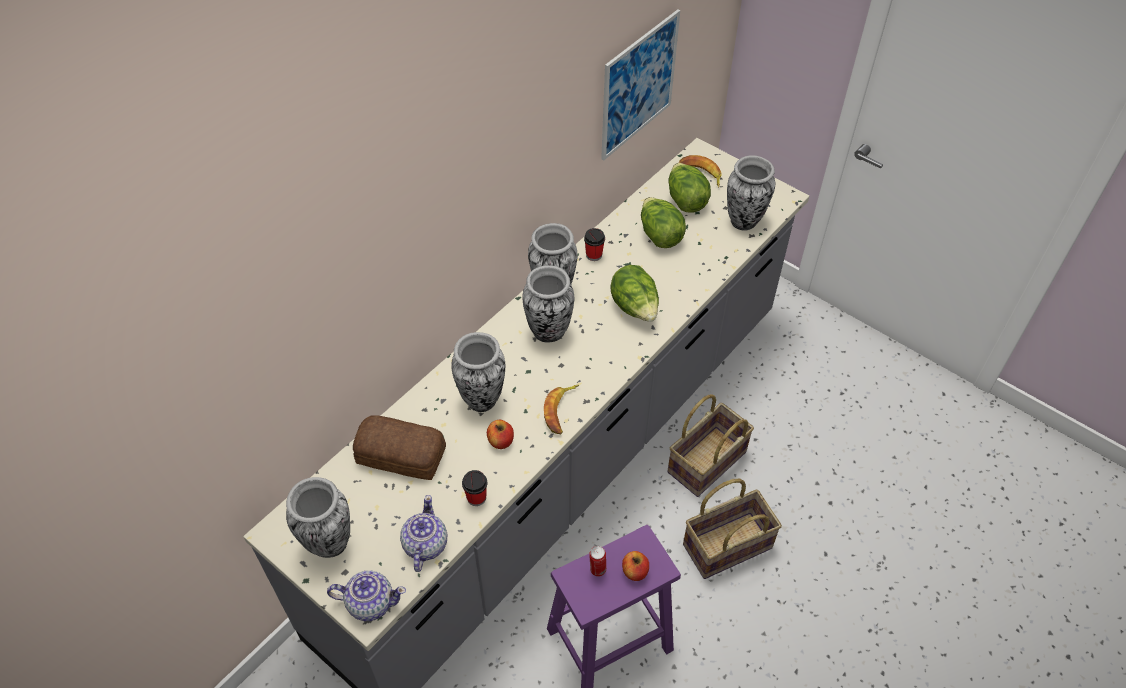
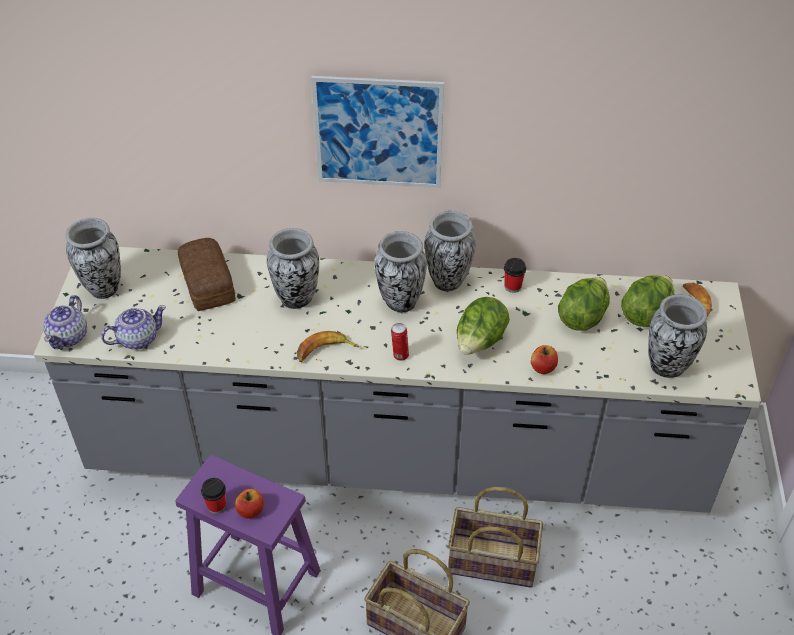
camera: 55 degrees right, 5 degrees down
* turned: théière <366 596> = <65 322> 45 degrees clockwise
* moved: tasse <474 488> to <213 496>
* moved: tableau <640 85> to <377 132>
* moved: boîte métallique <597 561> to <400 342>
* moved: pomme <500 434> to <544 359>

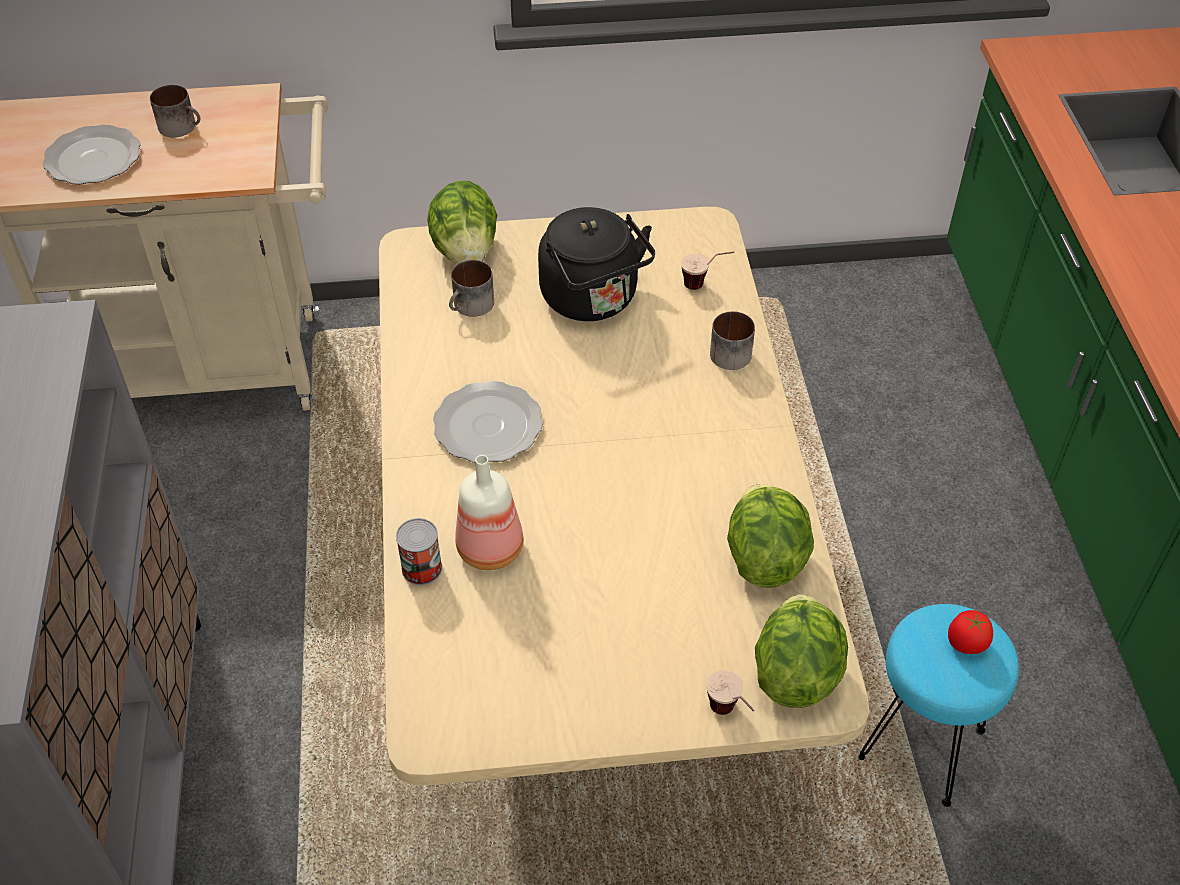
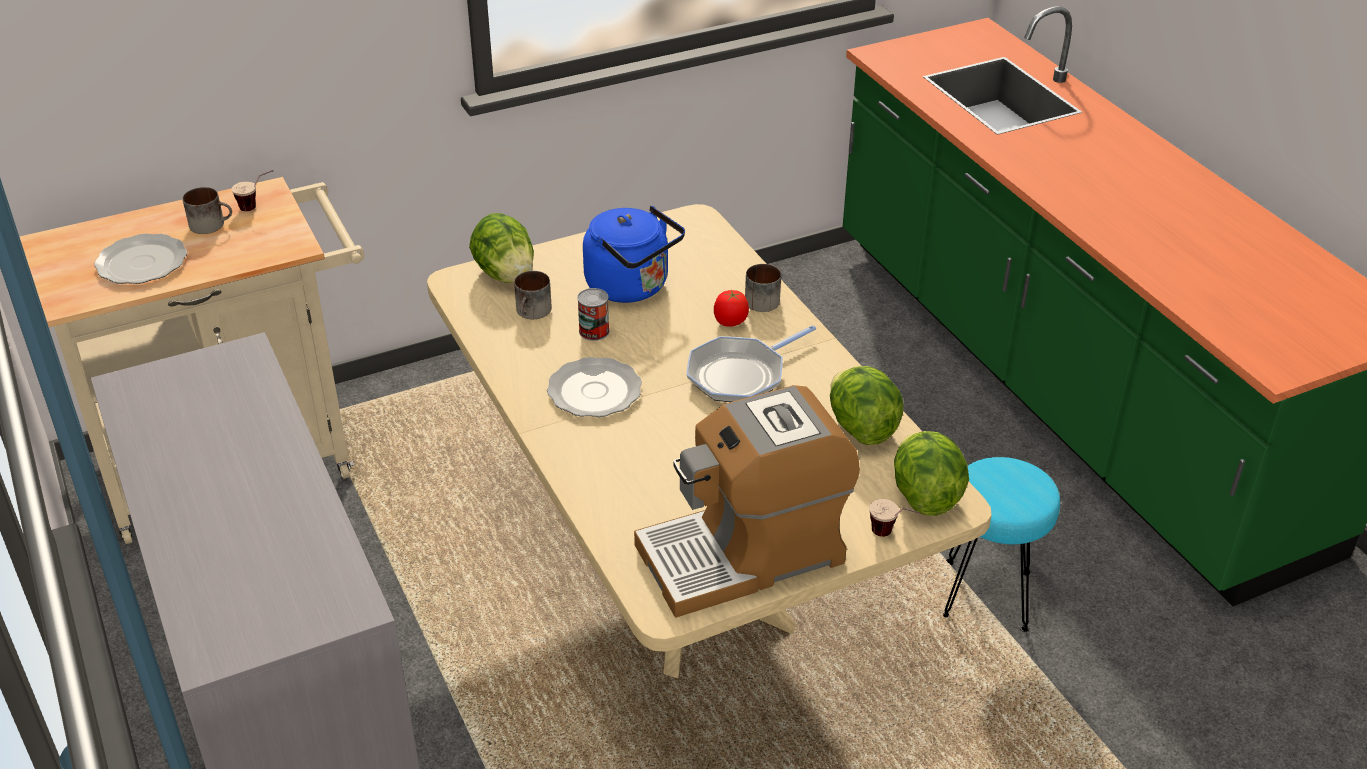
camera: 20 degrees left, 10 degrees down
* moved: tasse <707 270> to <252 190>
* moved: boîte métallique <419 551> to <593 314>
* recoloured: bouilloire/noir <596 264> to bouilloire/bleu <634 254>
* added: machine à café <747 501>
* added: poêle <751 363>
* moved: tomate <970 632> to <731 308>
* removed: bouteille <489 512>

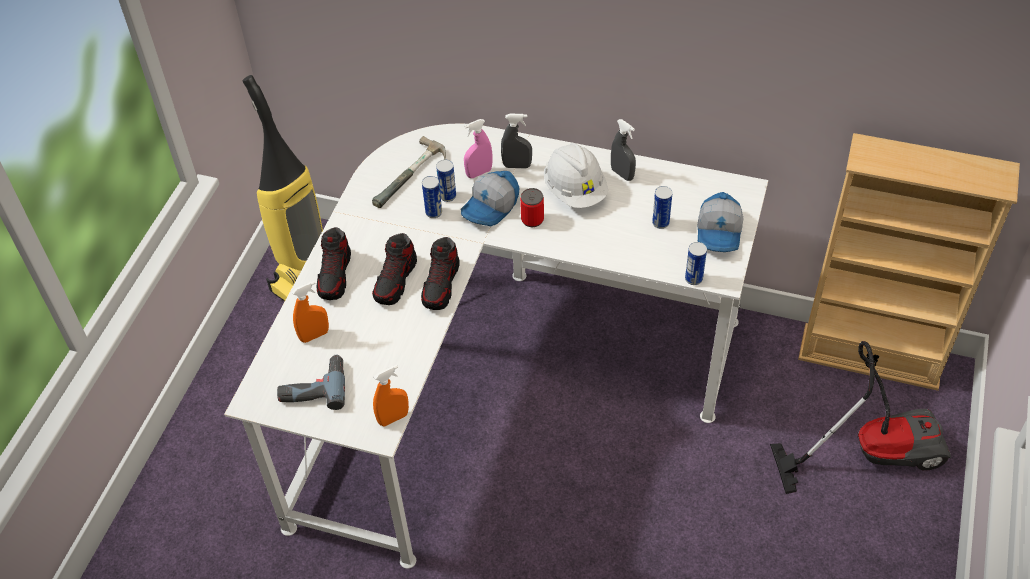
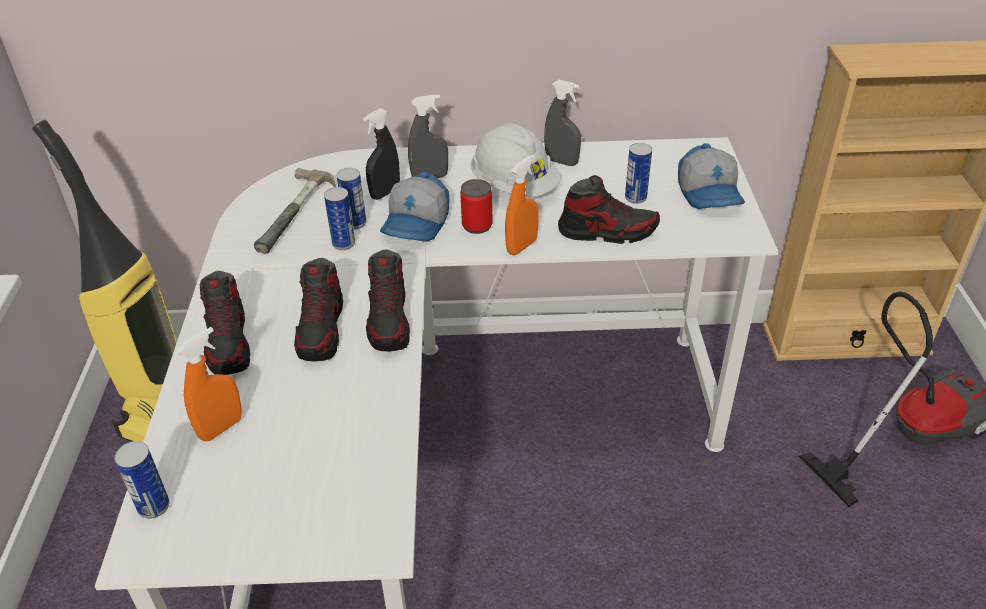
camera: 20 degrees left, 10 degrees down
* moved: boîte métallique <696 263> to <141 480>
* recoloured: vaporisateur/rose <478 148> to vaporisateur/noir <381 154>
* moved: vaporisateur/orange <391 395> to <522 204>
* added: chaussure <609 209>
* removed: perceuse <311 382>

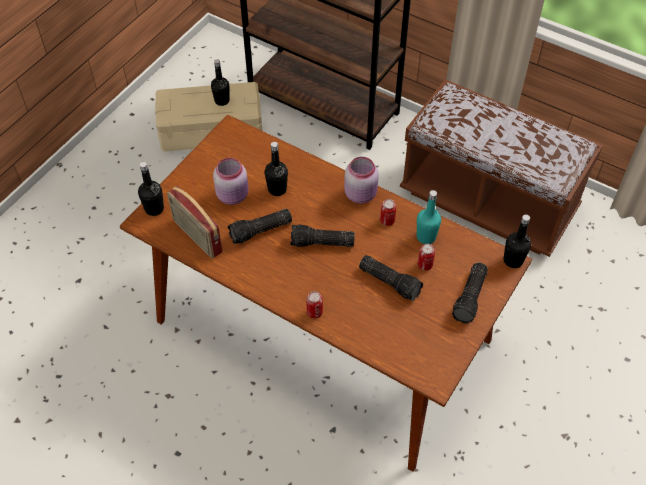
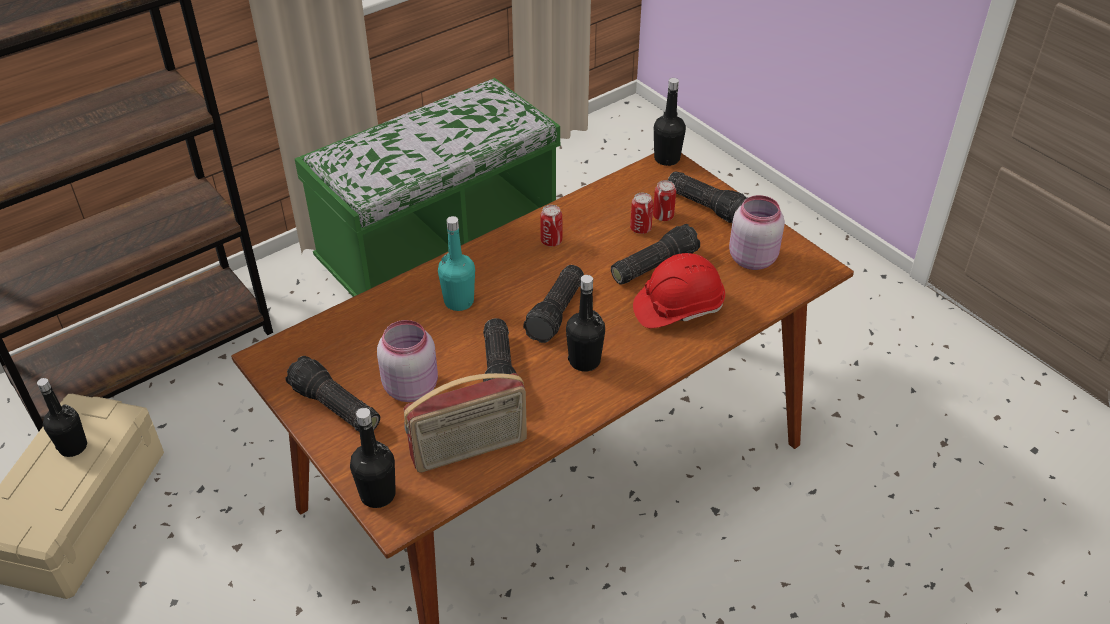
camera: 70 degrees left, 10 degrees down
* added: lampe de poche <332 394>
* recoloured: banc/marron <501 168> to banc/vert <427 187>
* moved: bouteille/turquoise <429 217> to <456 263>
* moved: bouteille/noir <276 169> to <585 323>
* added: casque de chantier/rouge <679 290>
* moved: boîte métallique <315 305> to <664 200>
* moved: bocal/rose <361 180> to <757 232>

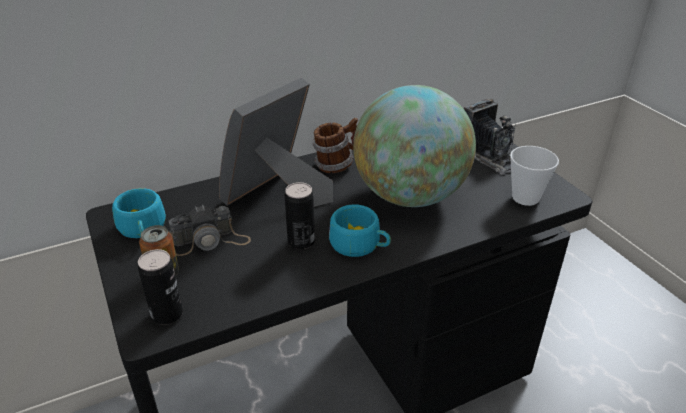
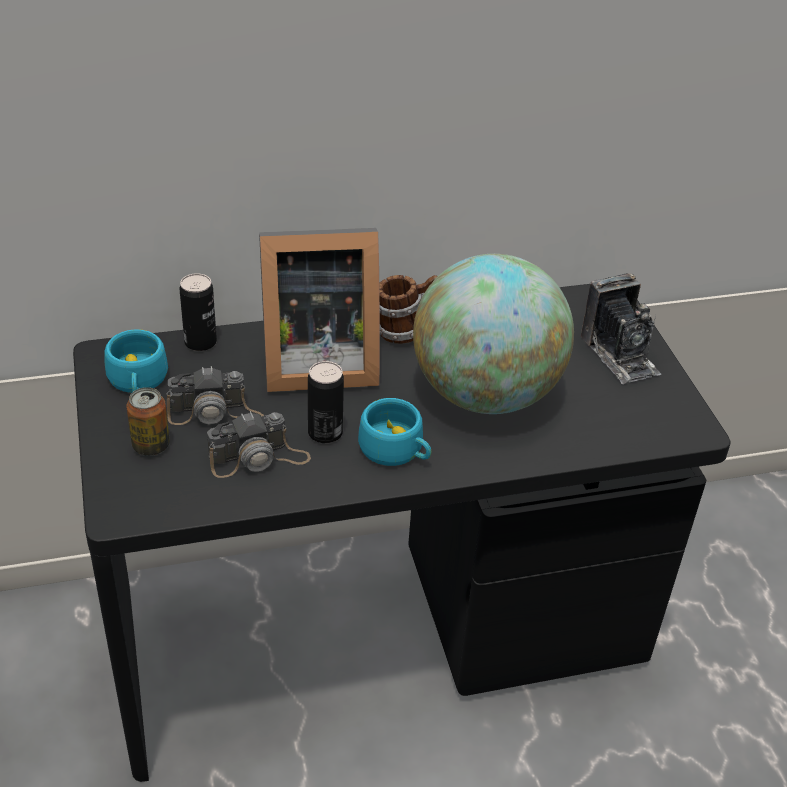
camera: 10 degrees right, 5 degrees up
* moved: boîte métallique <160 287> to <198 312>
* added: appareil photo <259 444>
* turned: cadre photo <276 142> = <319 310> 150 degrees counterclockwise
* removed: tasse <534 176>

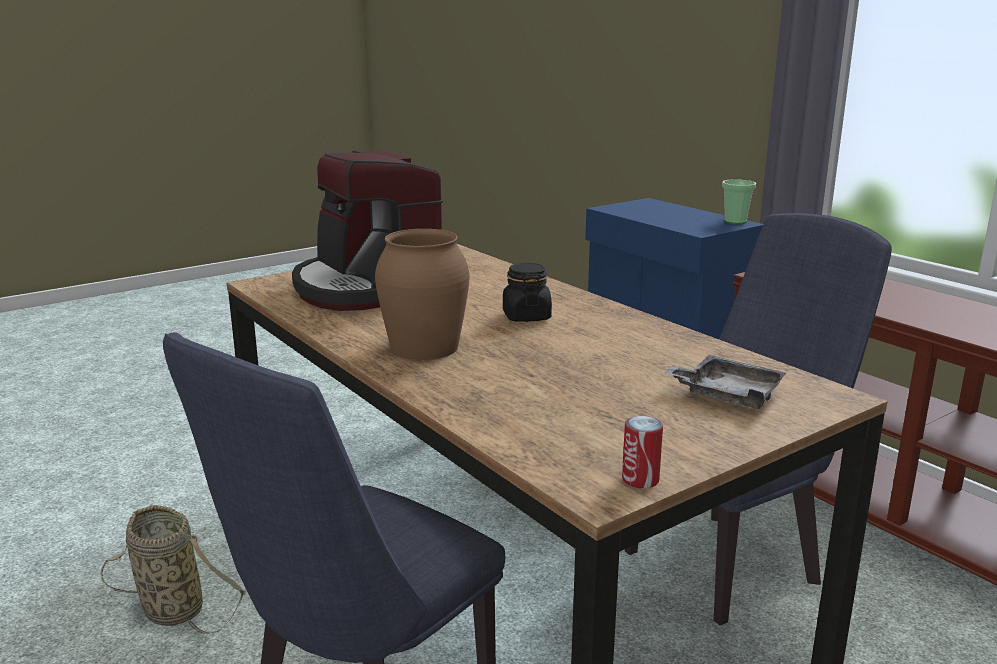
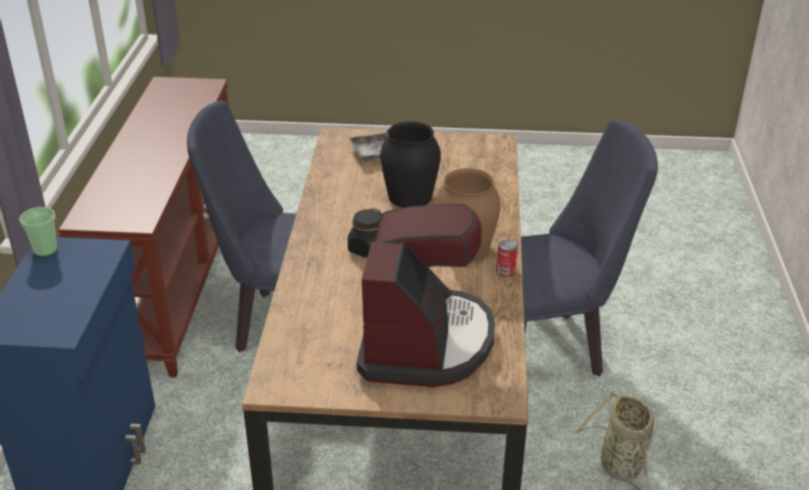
camera: 140 degrees left, 15 degrees up
* added: vase/noir <410 164>
* moved: boîte métallique <642 452> to <507 258>

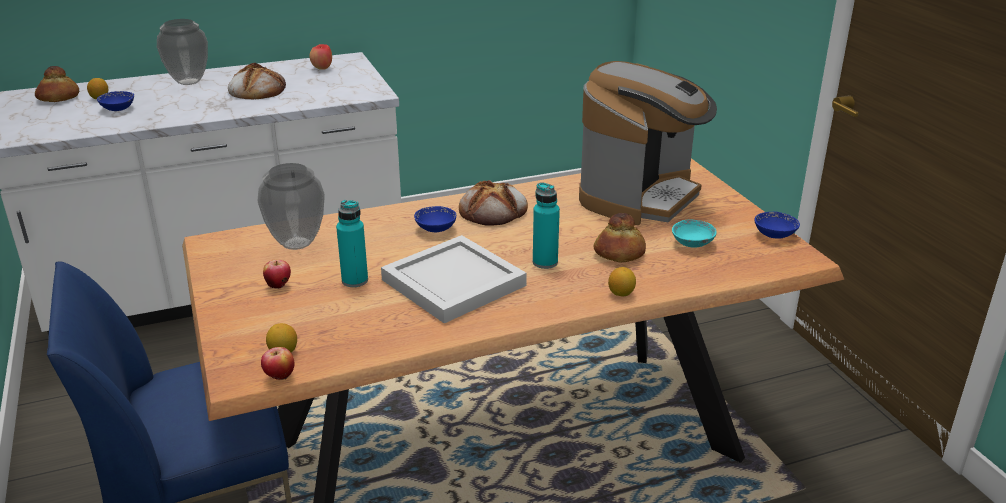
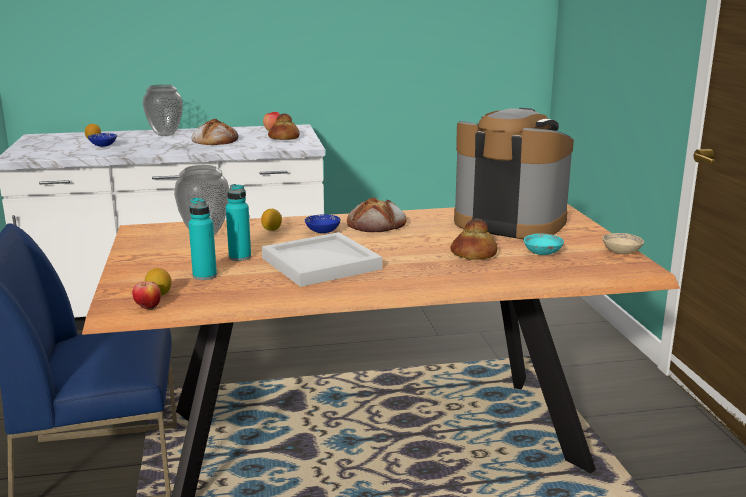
camera: 10 degrees right, 10 degrees down
* moved: bouteille/turquoise <546 225> to <203 238>
* moved: citron <622 281> to <271 220>
* moved: pain <57 84> to <284 127>
* turned: machine à café <648 143> = <514 173> 105 degrees counterclockwise
* recoloured: bol/bleu <777 225> to bol/beige <623 243>
* removed: pomme <277 274>

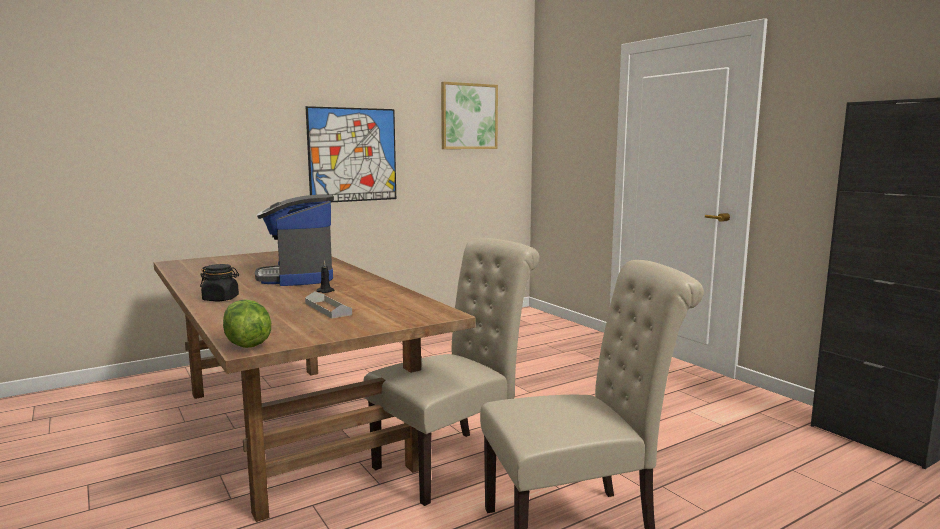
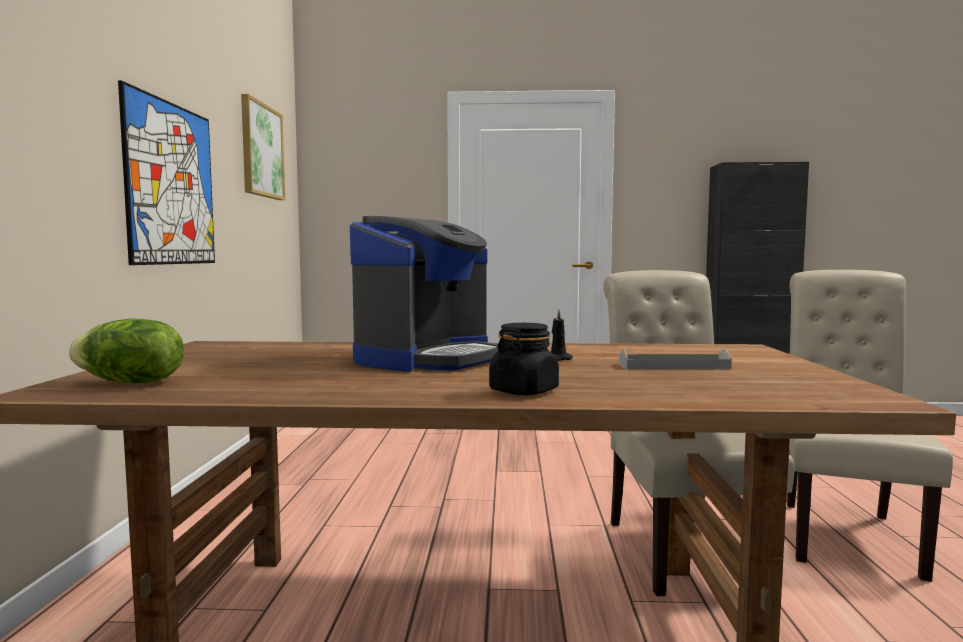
camera: 55 degrees left, 5 degrees down
* moved: laitue <247 323> to <126 351>
* turned: machine à café <294 240> = <424 294> 75 degrees counterclockwise

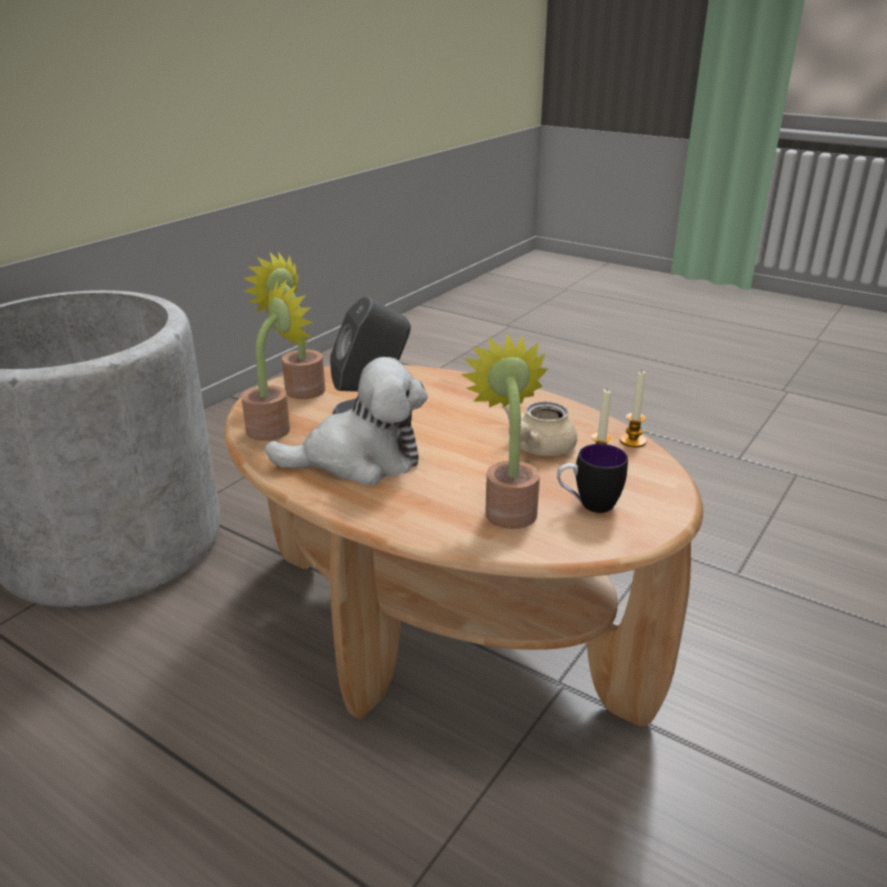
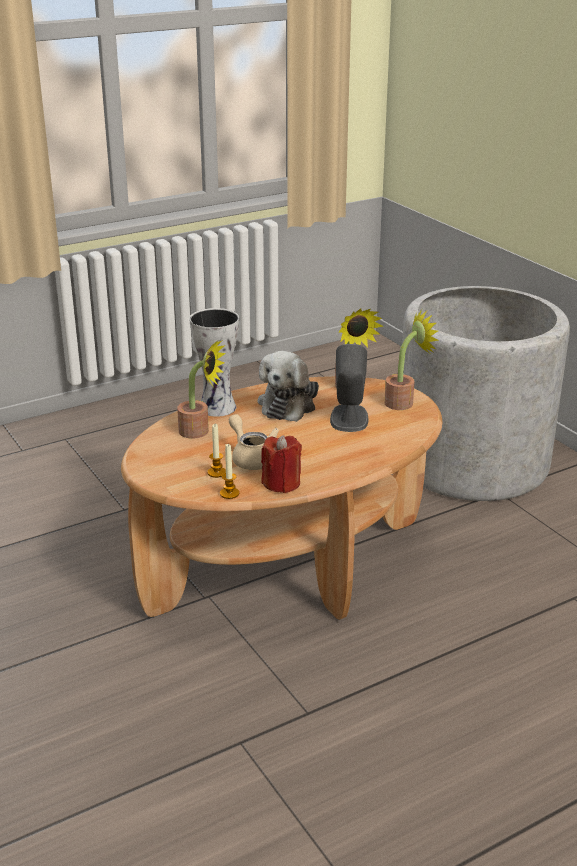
camera: 115 degrees right, 0 degrees up
* added: vase <214 362>
* added: bougie/rouge <281 464>
* removed: mug <592 478>

